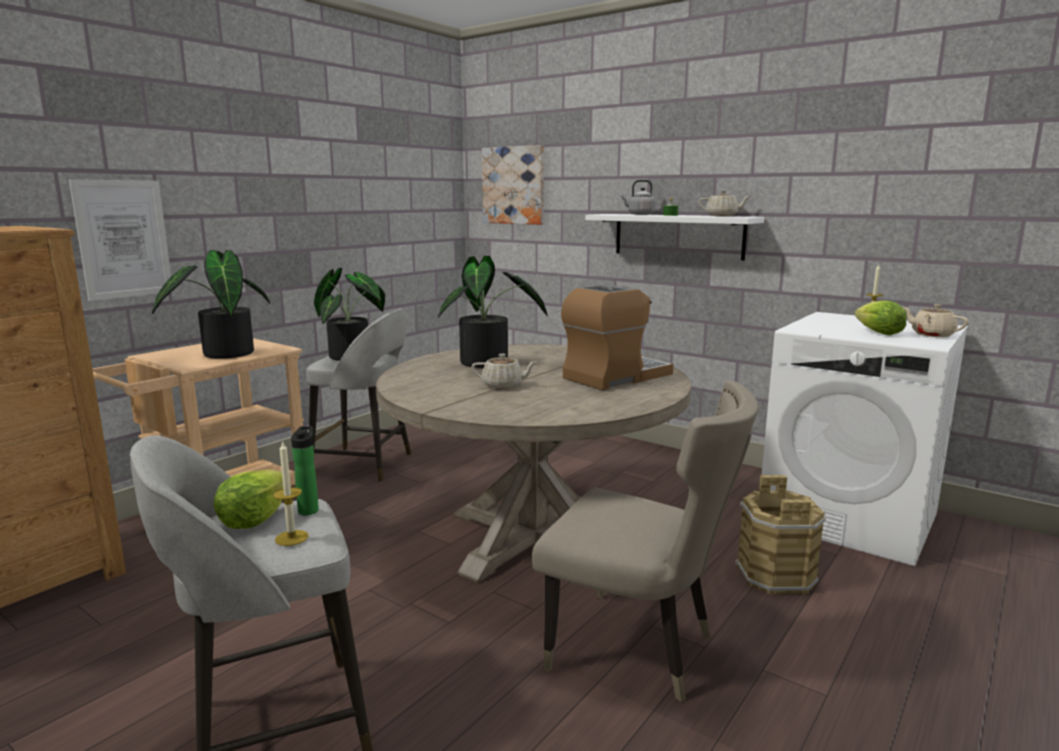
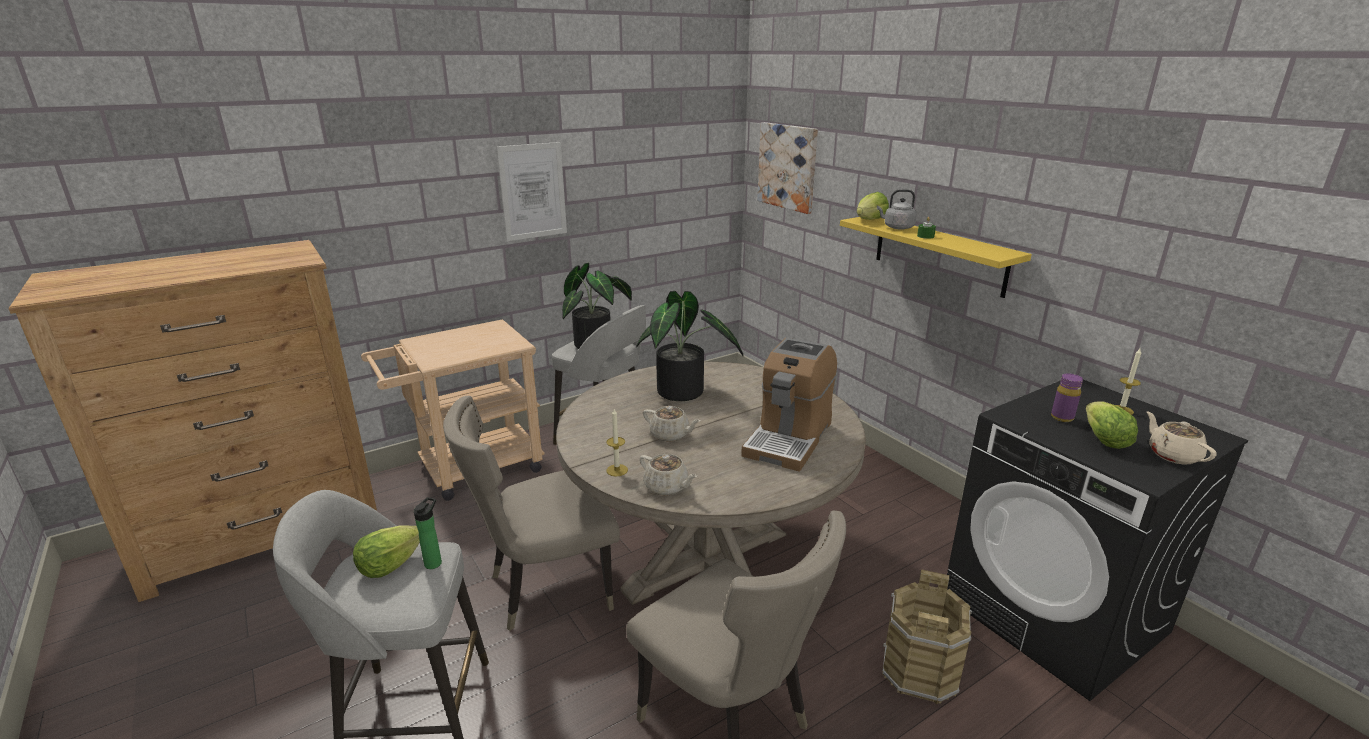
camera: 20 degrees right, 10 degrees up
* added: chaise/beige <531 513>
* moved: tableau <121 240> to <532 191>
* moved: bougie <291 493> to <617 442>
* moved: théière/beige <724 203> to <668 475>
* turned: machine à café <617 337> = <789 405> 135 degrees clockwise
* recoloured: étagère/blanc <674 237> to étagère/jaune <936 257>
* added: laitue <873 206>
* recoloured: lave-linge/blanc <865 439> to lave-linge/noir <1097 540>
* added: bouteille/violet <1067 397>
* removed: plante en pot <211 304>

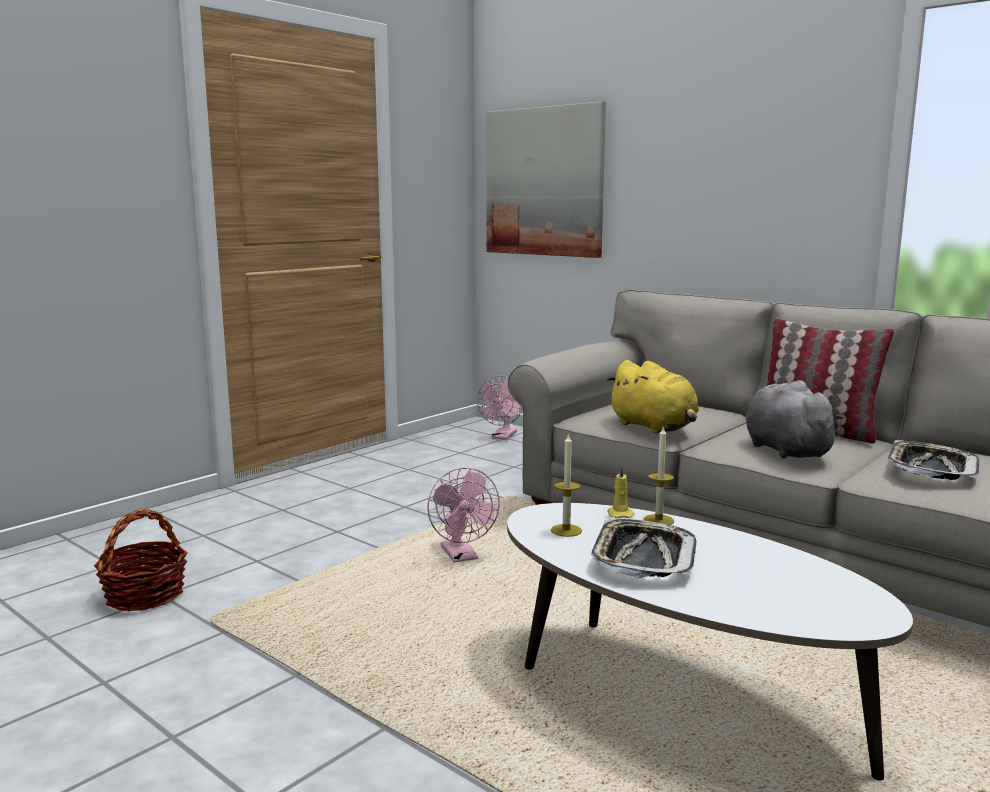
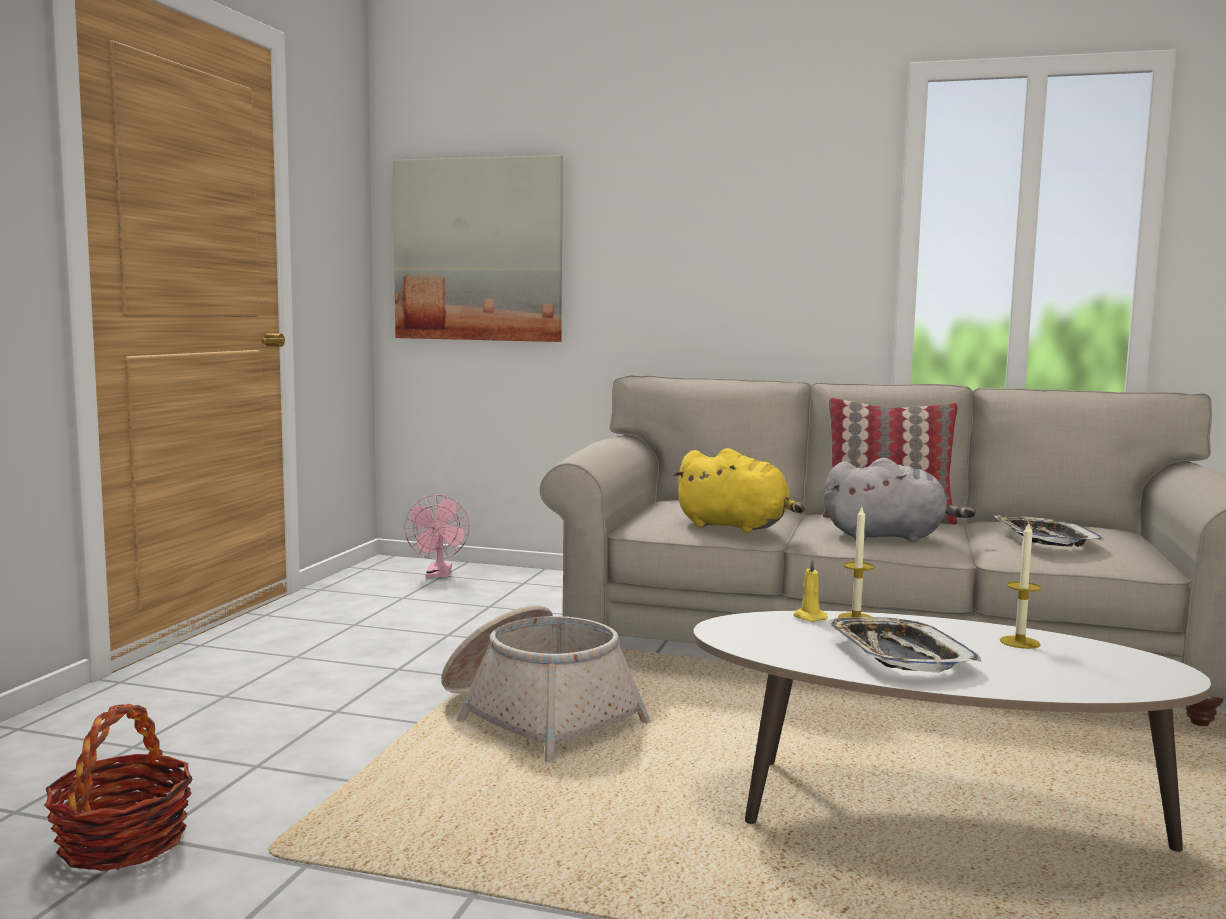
camera: 25 degrees left, 5 degrees down
* replaced: ventilateur/rose <464 514> to panier <546 683>
* turned: peluche/gris <795 419> = <900 500> 135 degrees clockwise
* moved: bougie <566 485> to <1021 586>

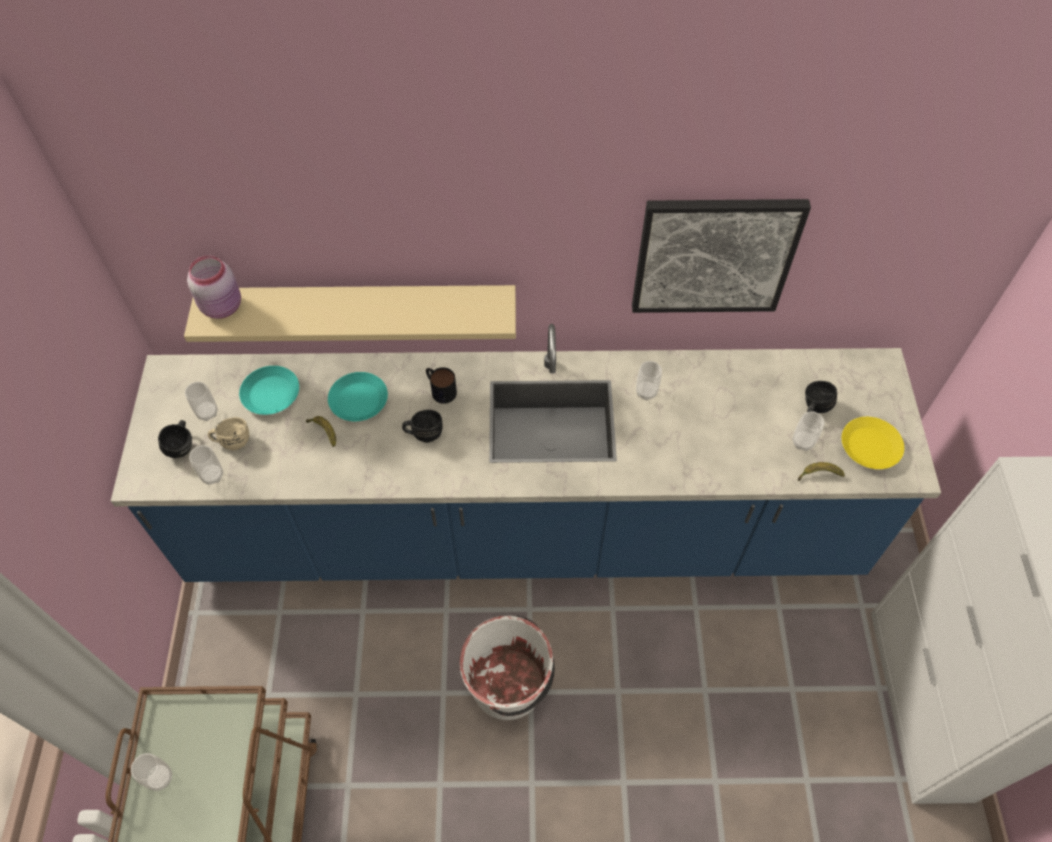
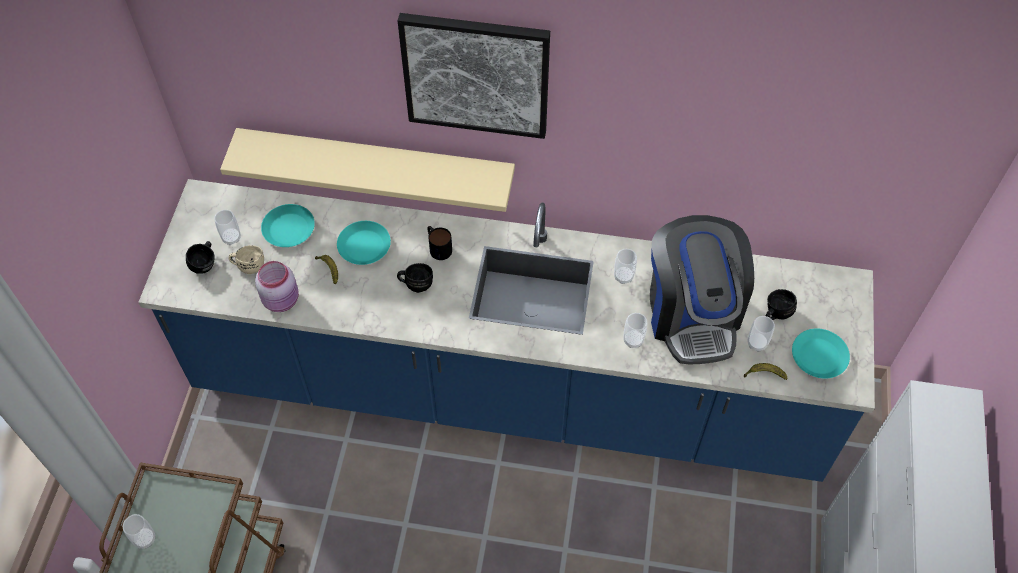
camera: 10 degrees right, 0 degrees up
* moved: bocal/rose <214 287> to <277 286>
* moved: tableau <721 256> to <473 76>
* moved: tasse <206 465> to <635 330>
* added: machine à café <702 289>
* recoloured: assiette/jaune <873 443> to assiette/turquoise <821 353>
* removed: seau/blanc <507 667>

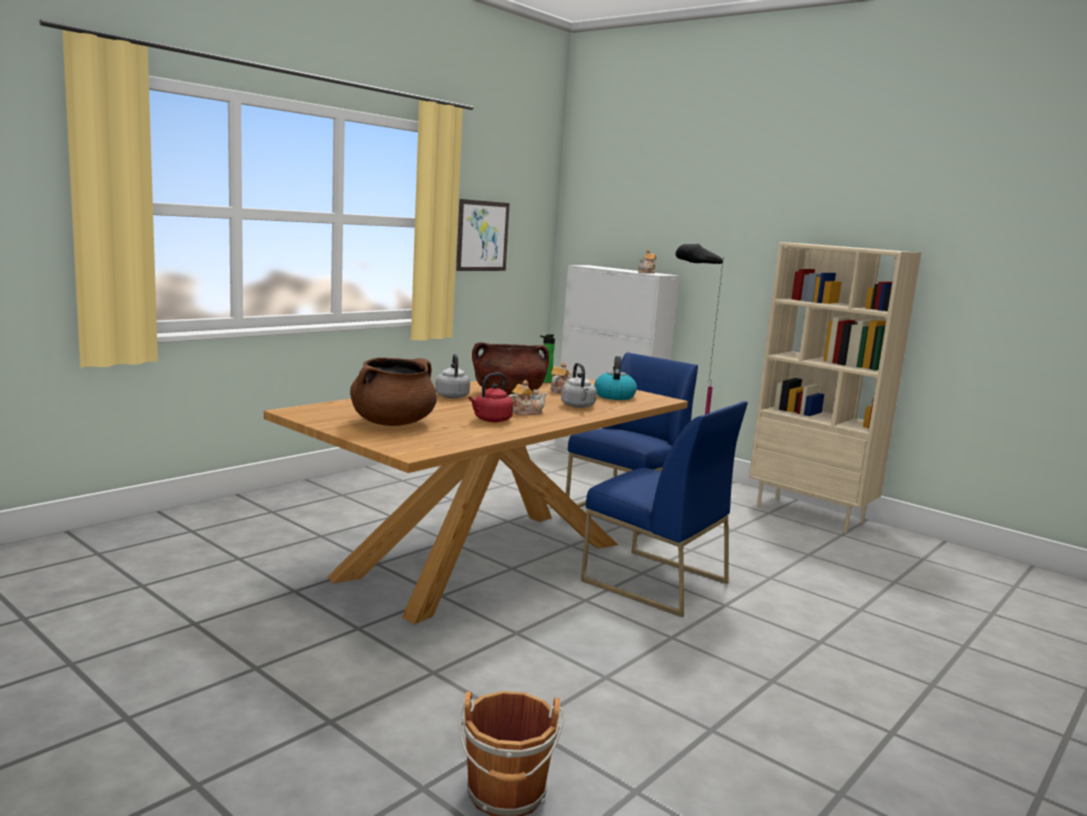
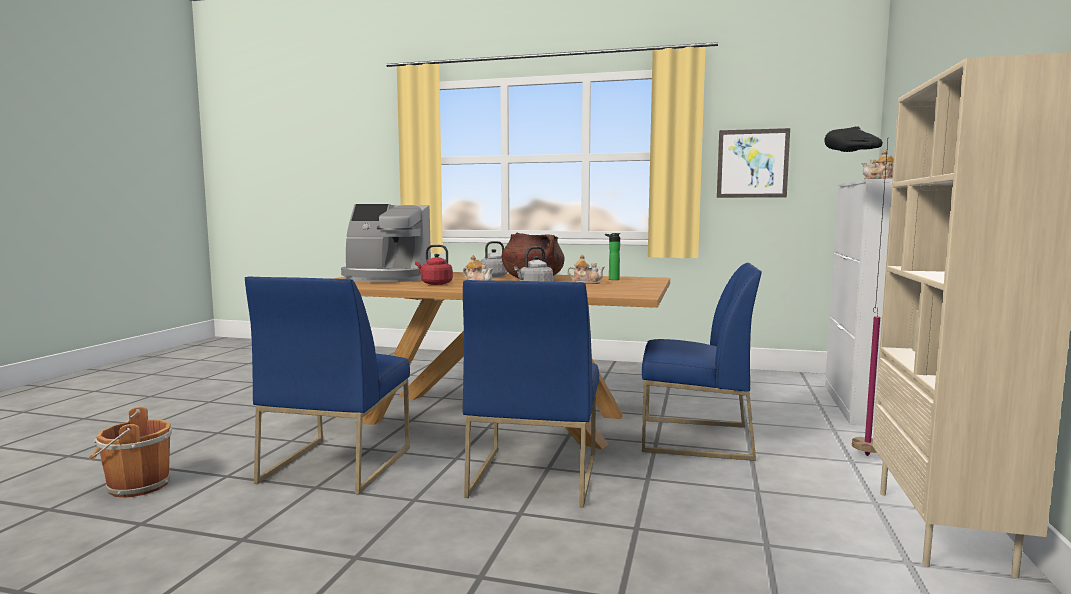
camera: 65 degrees right, 5 degrees down
* added: chaise/bleu <327 385>
* replaced: marmite/marron <393 391> to machine à café <386 243>
* removed: bouilloire <615 378>

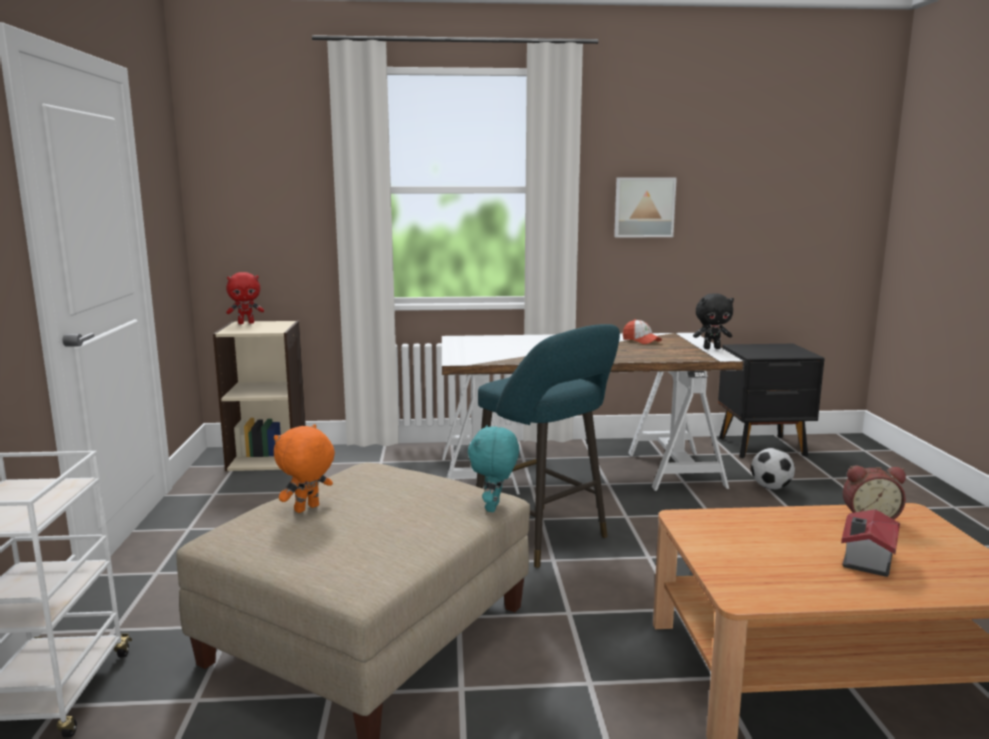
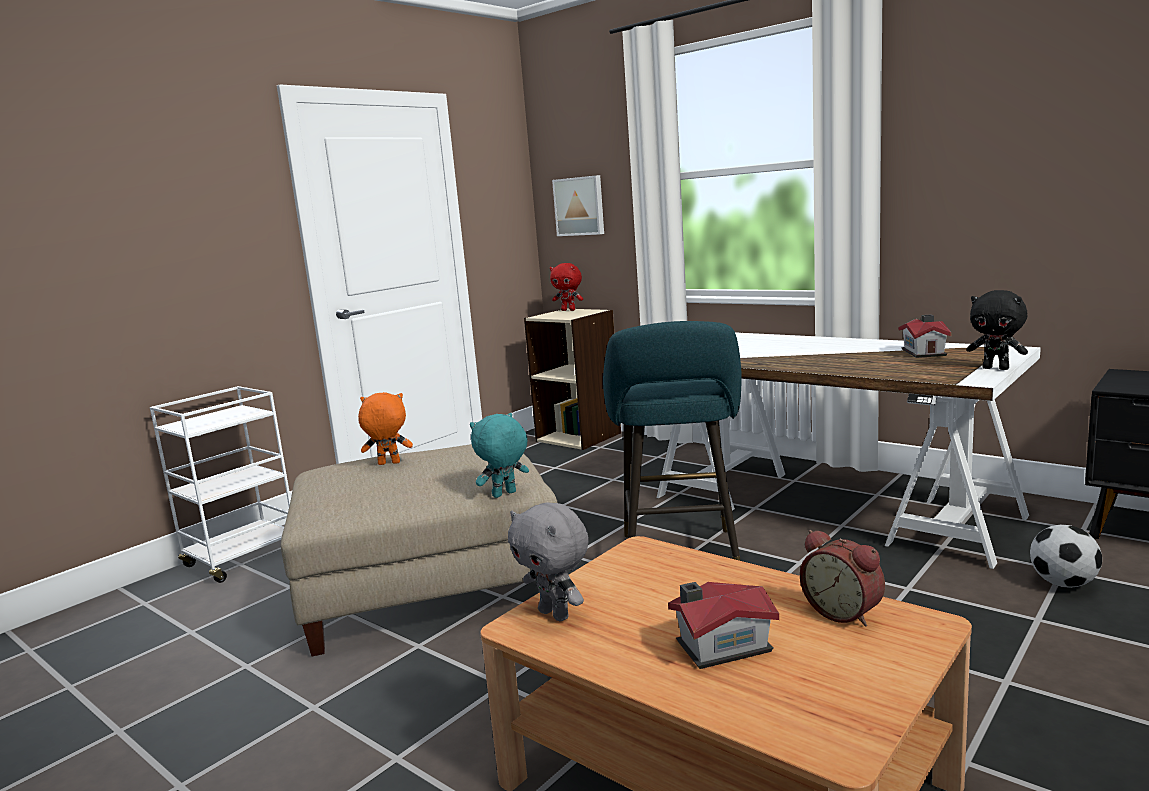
camera: 45 degrees right, 0 degrees up
* added: peluche/gris <548 561>
* moved: tableau <645 208> to <578 205>
* replaced: casquette <642 331> to maison miniature <925 336>

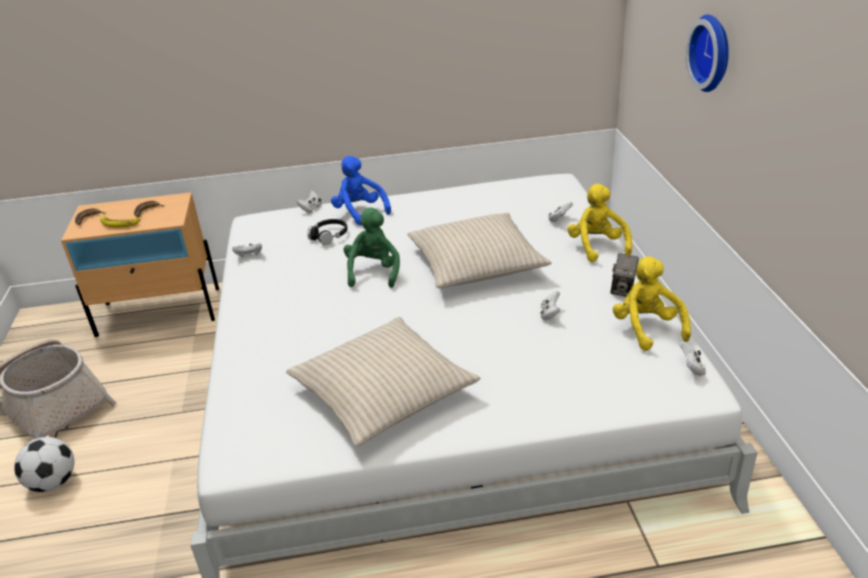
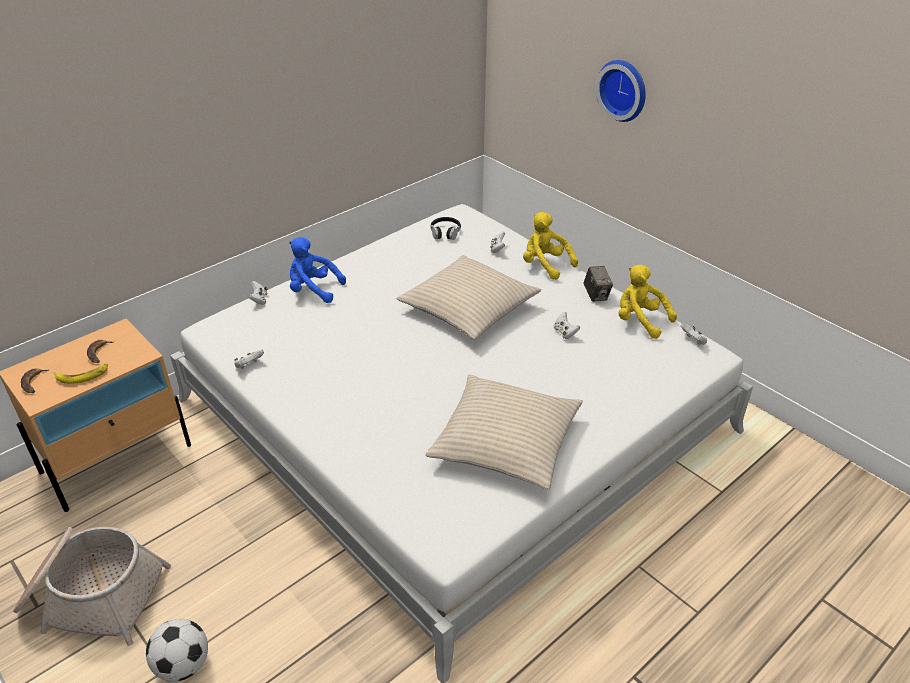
camera: 35 degrees left, 5 degrees up
* moved: casque audio/noir <327 232> to <446 228>
* removed: peluche/vert <372 248>

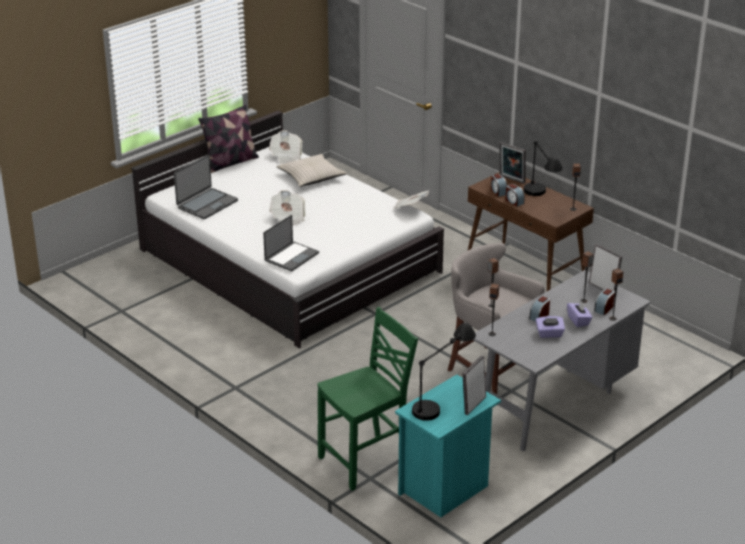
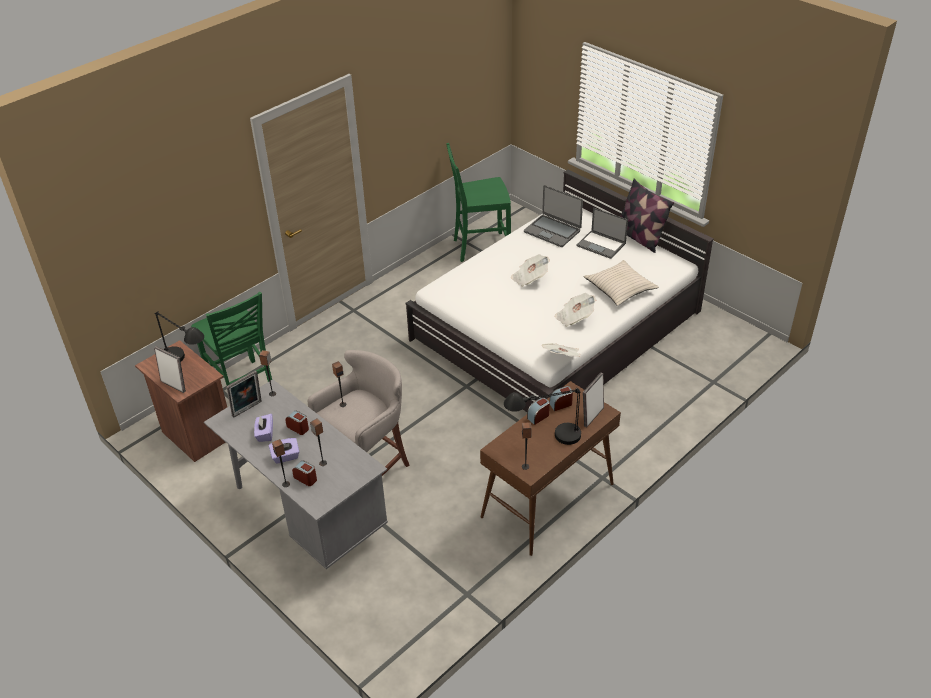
camera: 90 degrees right, 10 degrees up
* recoloured: table de chevet/turquoise <448 446> to table de chevet/marron <181 401>
* moved: cadre photo <605 270> to <244 394>
* added: chaise/vert <478 202>
* moved: journal <285 147> to <575 310>
* moved: ordinateur portable <291 243> to <602 233>

